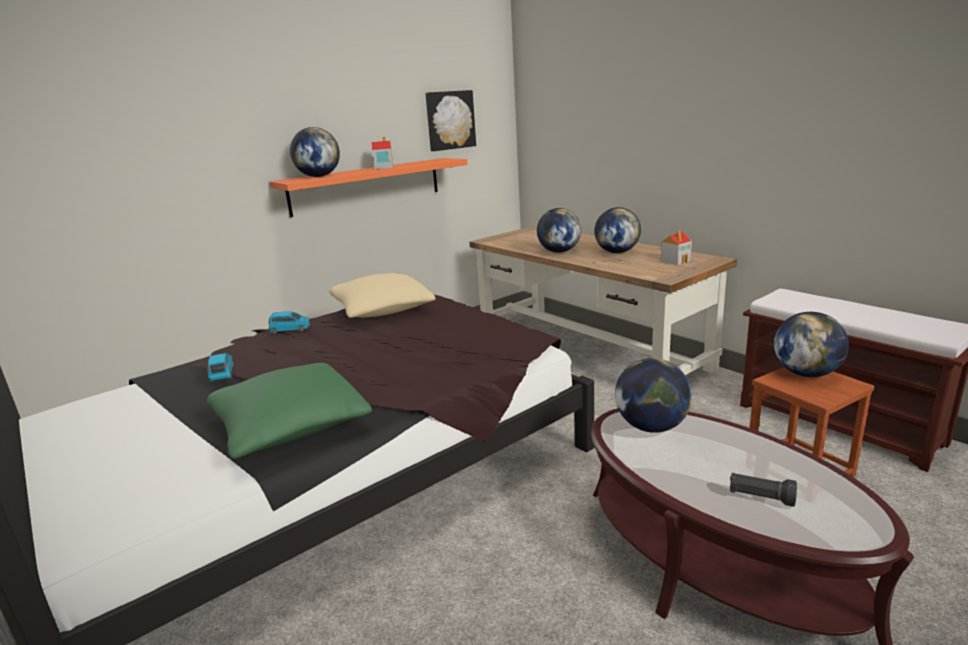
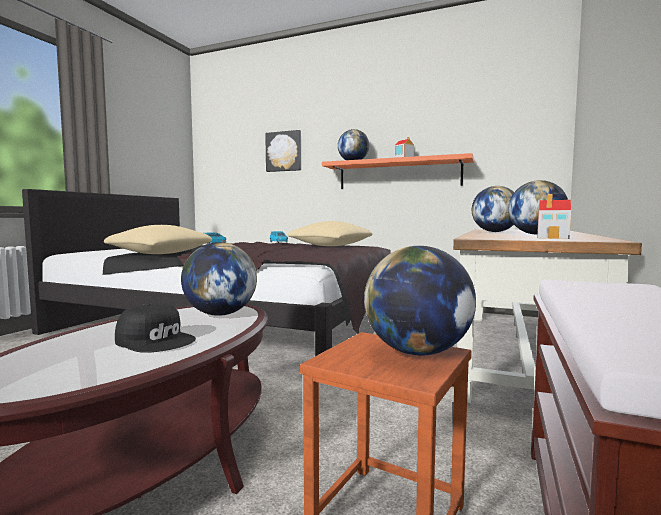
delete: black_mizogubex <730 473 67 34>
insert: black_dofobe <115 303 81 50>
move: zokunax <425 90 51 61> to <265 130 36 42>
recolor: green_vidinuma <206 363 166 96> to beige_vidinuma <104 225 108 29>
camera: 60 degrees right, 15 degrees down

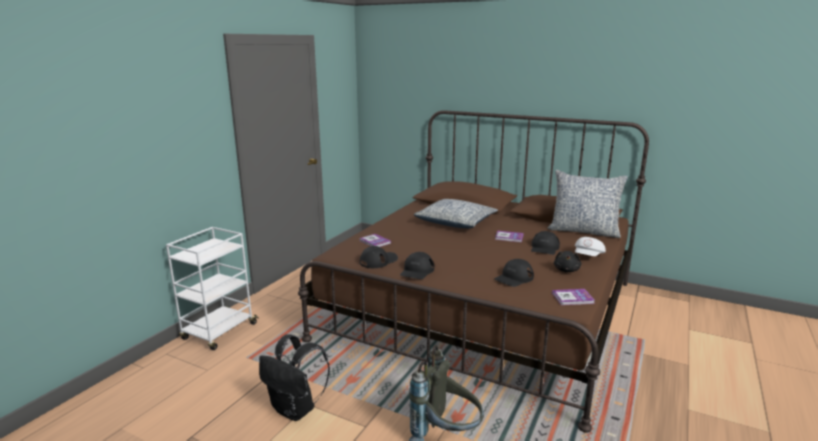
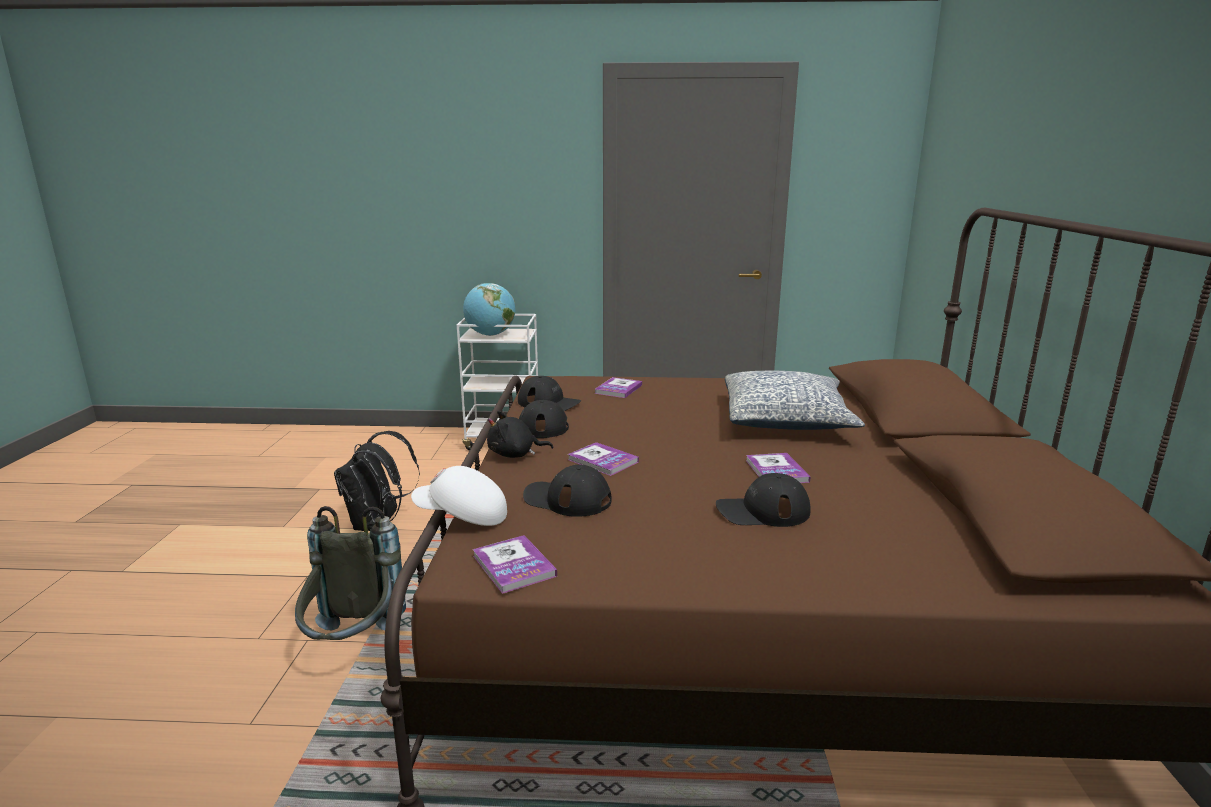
delete: vidinuma <547 170 81 68>
insert: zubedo <463 283 52 53>; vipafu <568 442 71 34>
move: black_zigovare <554 251 27 21> to <487 411 67 47>; white_dofobe <575 237 31 19> to <411 466 96 60>
camera: 65 degrees right, 0 degrees up

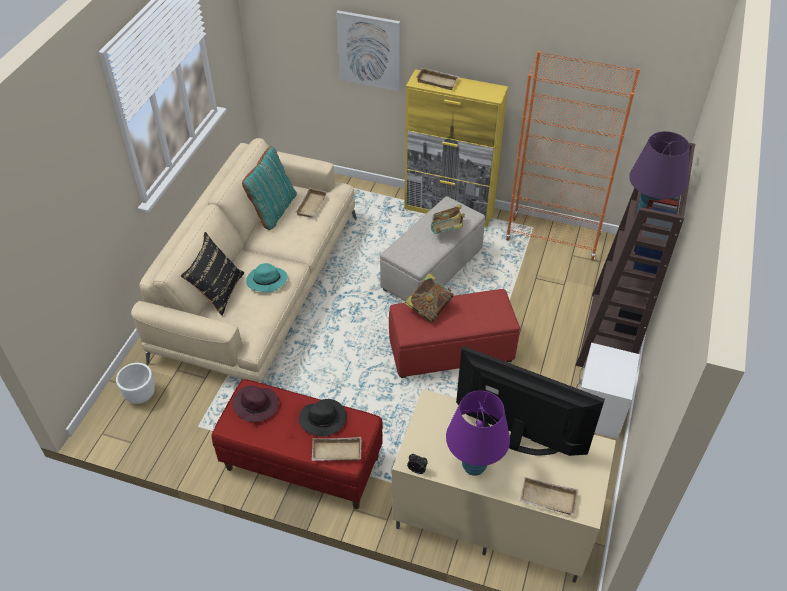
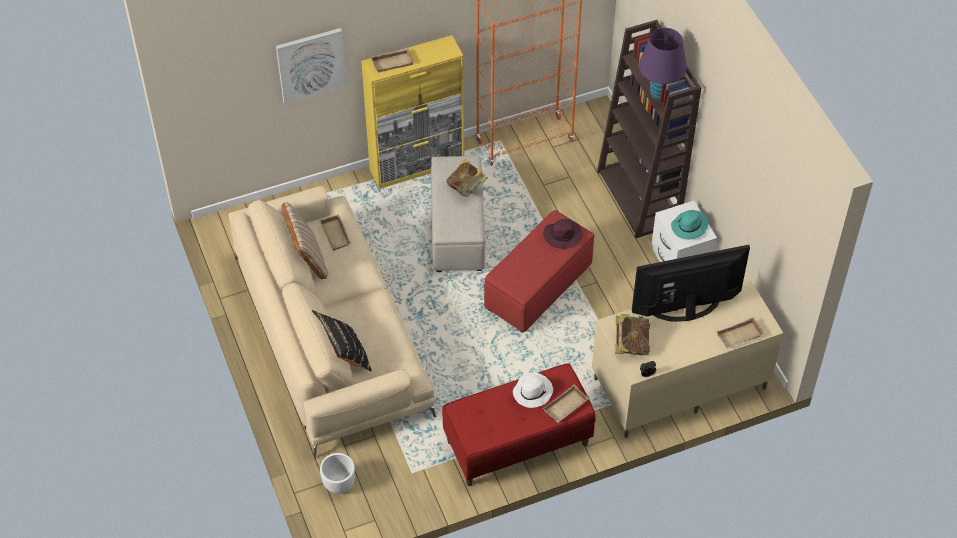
delete: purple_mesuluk <446 390 64 86>
move: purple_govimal <233 386 46 36> to <543 219 39 30>; turquoise_govimal <246 263 42 29> to <671 210 38 29>; vipafu <405 273 48 50> to <615 314 35 41>
recolor: turquoise_vidinuma <242 146 55 84> to beige_vidinuma <282 202 46 77>; black_govimal <299 399 48 38> to white_govimal <513 373 40 35>
camera: 40 degrees left, 5 degrees up

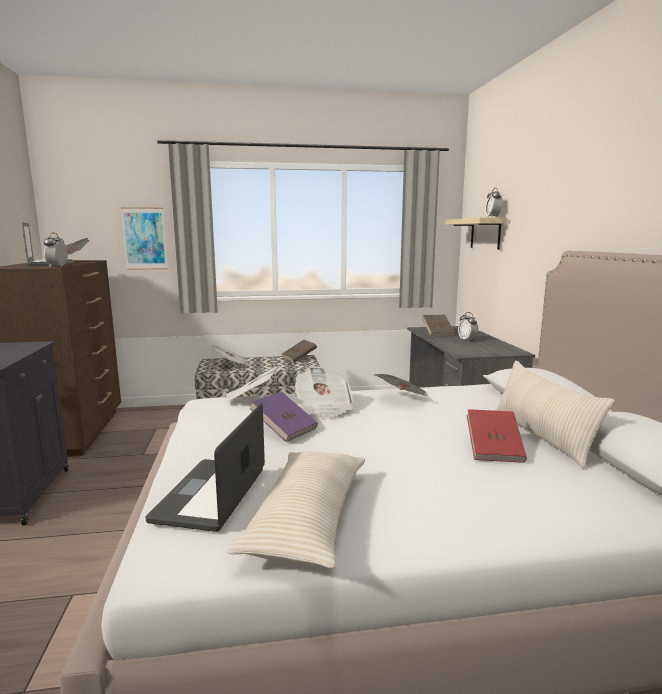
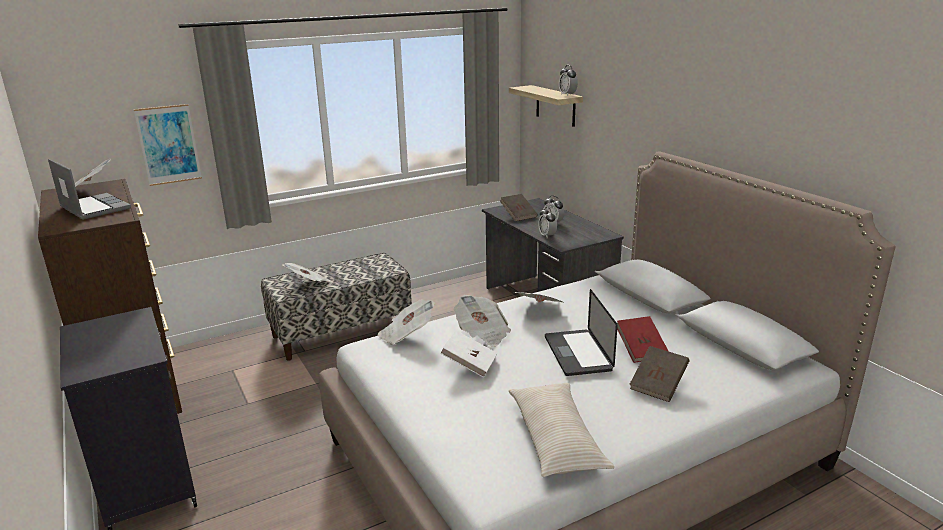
delete: beige_vidinuma <495 361 120 108>
move: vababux <44 233 24 34> to <538 207 19 30>; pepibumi <146 404 119 128> to <545 289 73 87>; brown_vipafu <282 340 35 23> to <630 346 60 56>
recolor: purple_vipafu <250 392 68 50> to white_vipafu <440 330 57 48>
camera: 20 degrees left, 10 degrees up

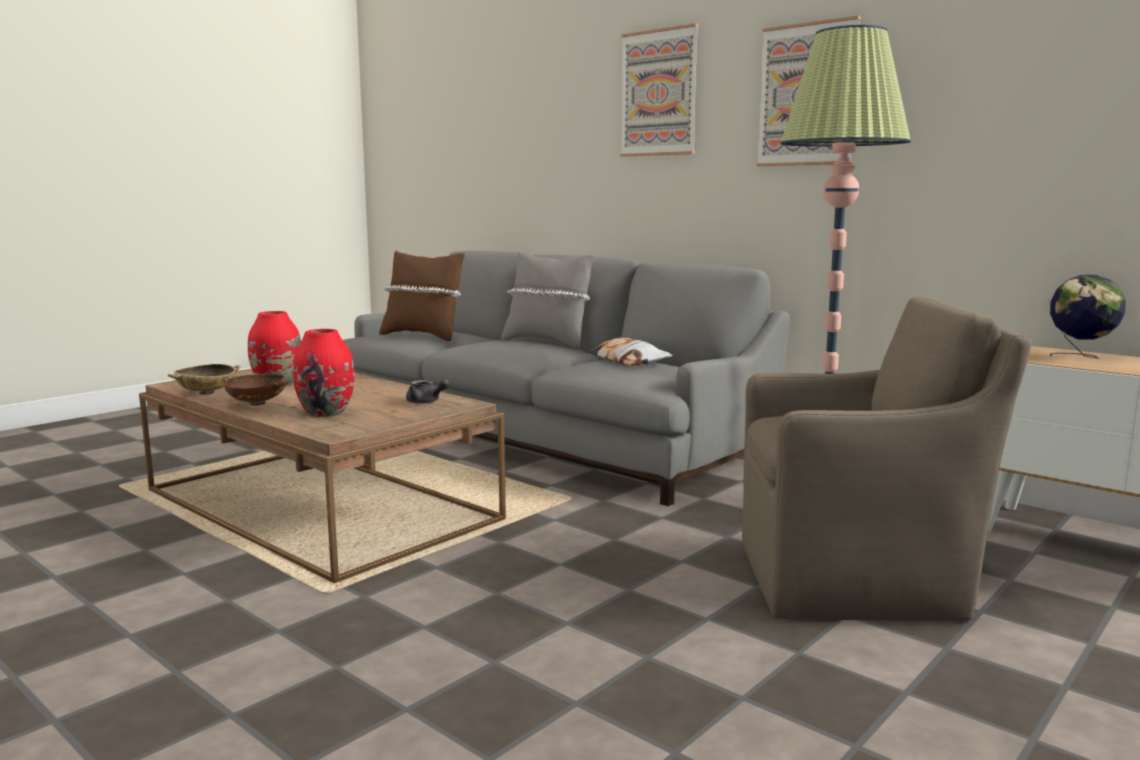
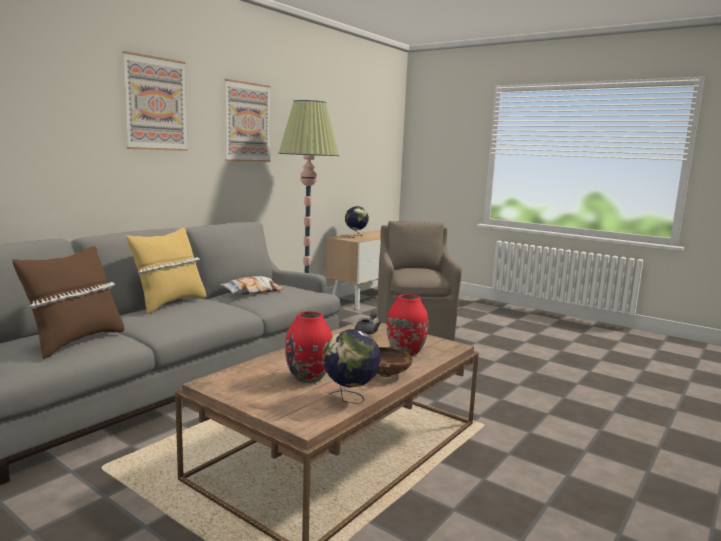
replace: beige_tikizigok <168 364 72 31> to zubedo <323 329 58 75>
recolor: grey_vidinuma <501 251 94 98> to yellow_vidinuma <126 228 80 86>
camera: 95 degrees left, 0 degrees up

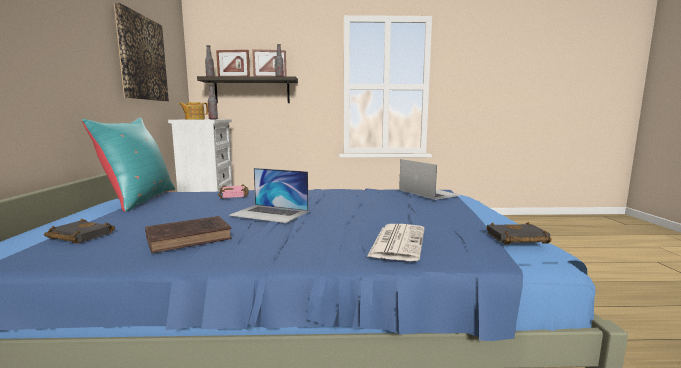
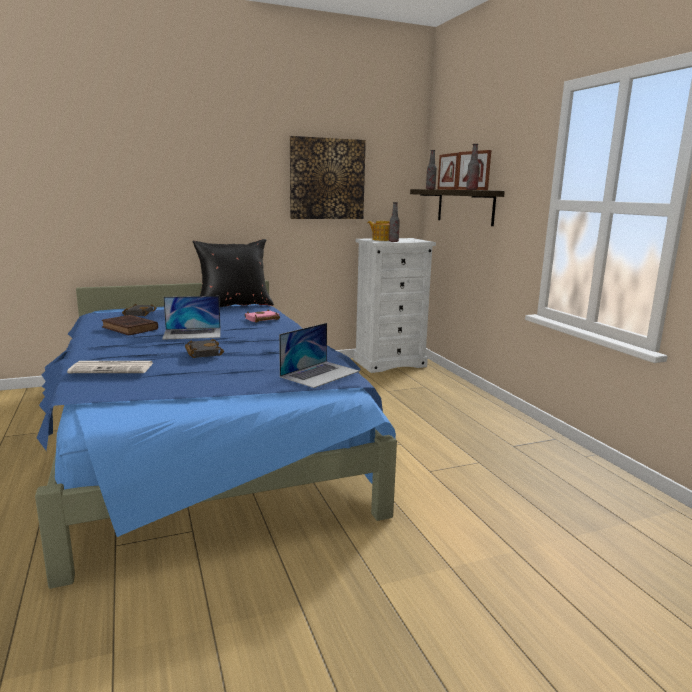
move: black_vipafu <487 222 65 22> to <185 339 39 19>
recolor: turquoise_vidinuma <82 118 93 94> to black_vidinuma <192 239 82 68>
rotate: pepibumi <229 168 80 55> = <162 296 59 44> 105 degrees counterclockwise
camera: 70 degrees right, 5 degrees up

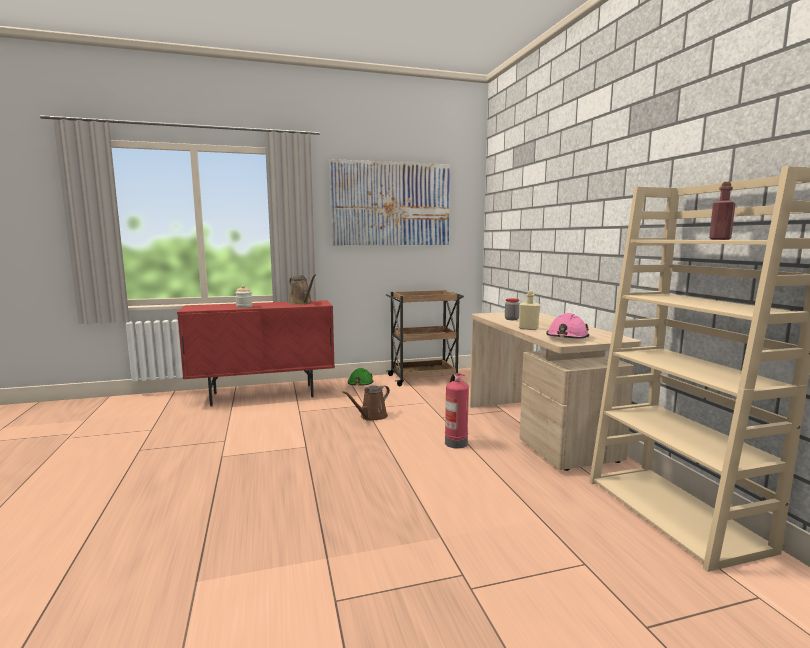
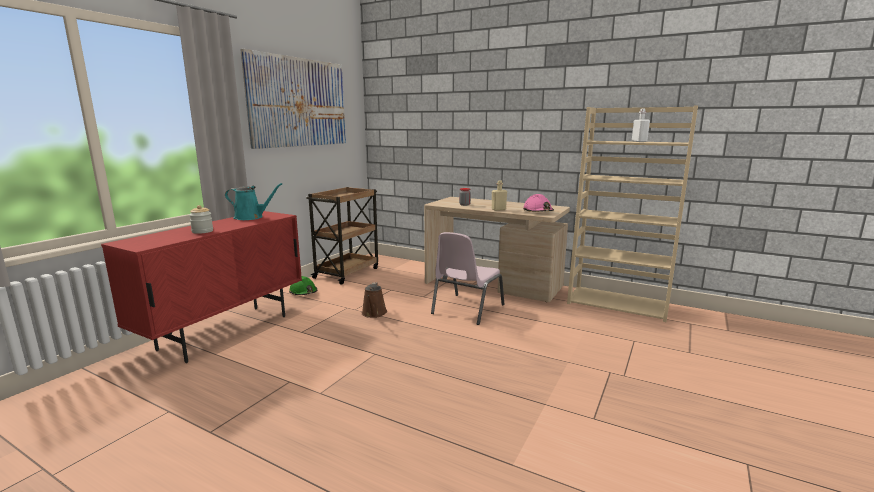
replace: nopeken <445 373 24 76> to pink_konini <431 232 73 93>
recolor: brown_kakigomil <288 274 28 31> to turquoise_kakigomil <225 183 57 37>; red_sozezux <709 182 26 58> to white_sozezux <632 108 18 34>
camera: 45 degrees left, 5 degrees up

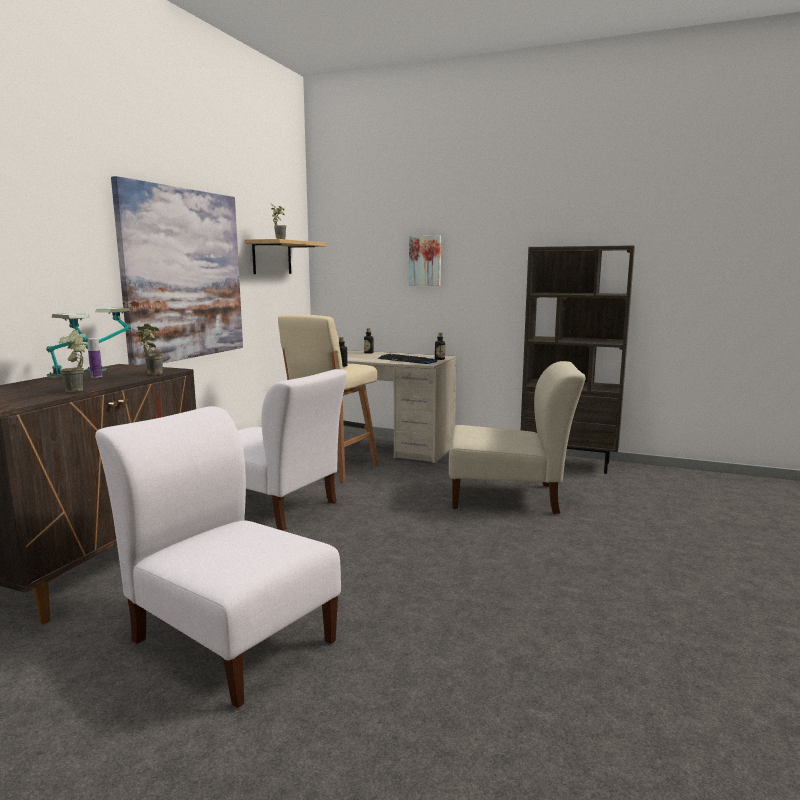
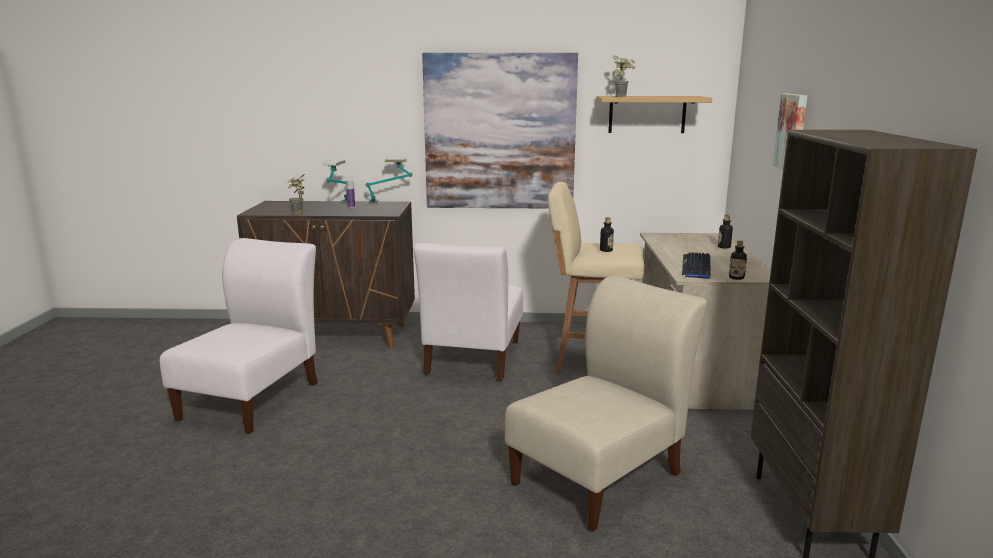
delete: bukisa <136 324 28 51>
rotate: beige_konini <449 361 137 153> = <505 275 202 257> 120 degrees counterclockwise
camera: 70 degrees right, 5 degrees up

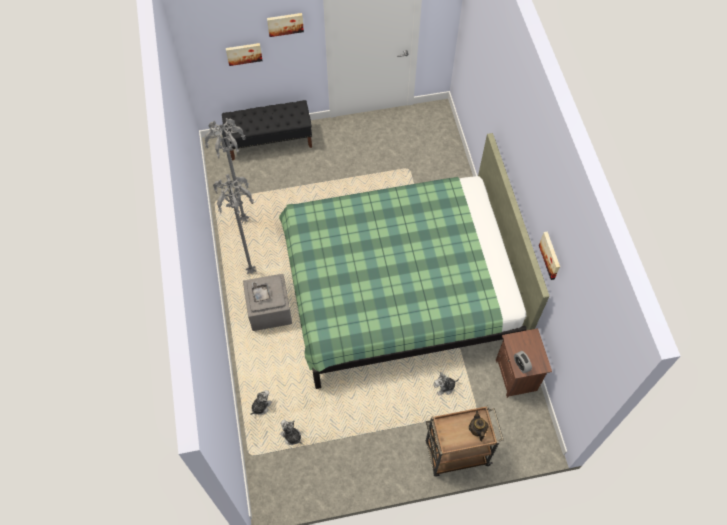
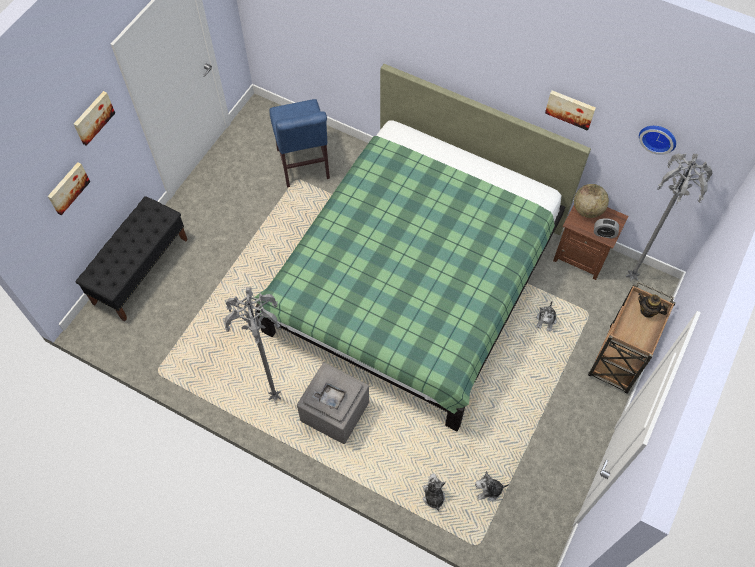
insert: blue_konini <269 99 61 89>; zubedo <574 184 35 34>; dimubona <639 126 37 29>
move: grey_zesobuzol <204 118 45 105> to <626 153 87 128>
camera: 50 degrees left, 0 degrees up

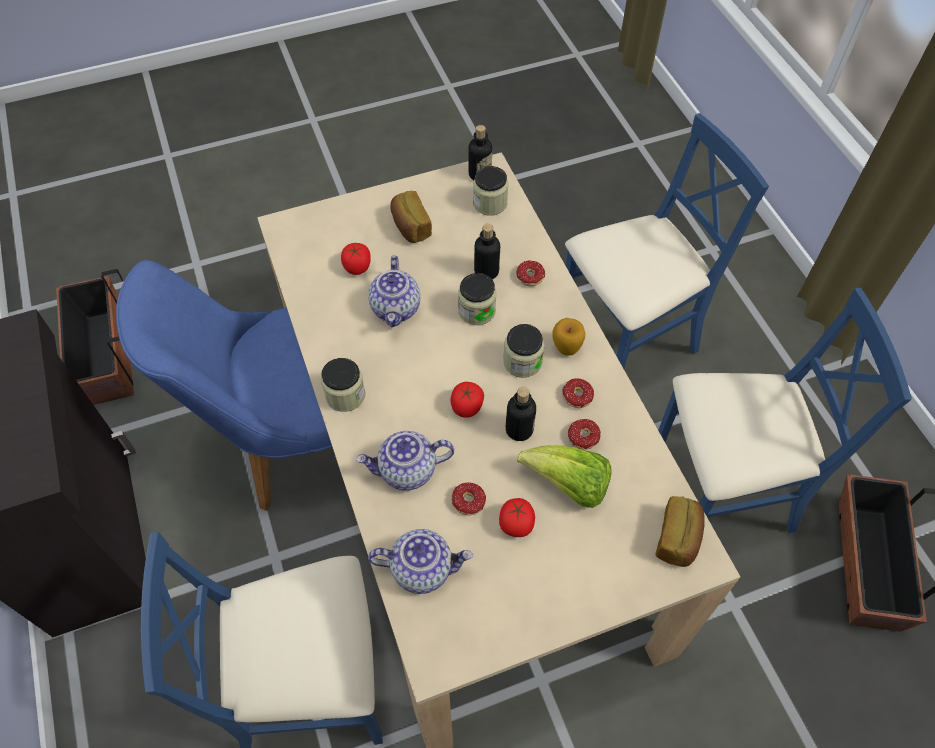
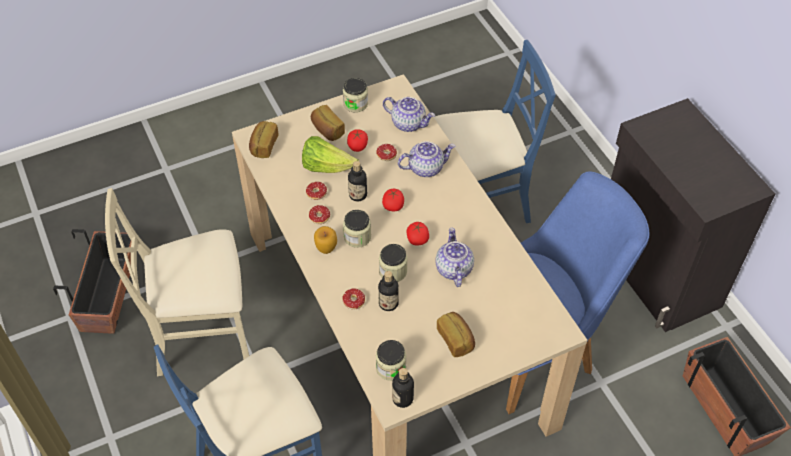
insert: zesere <311 105 34 36>
move: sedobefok <321 358 44 54> to <343 78 25 35>; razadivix <341 243 30 32> to <406 222 23 24>
recolor: blue_konini <658 288 254 245> to beige_konini <105 188 144 188>
rotate: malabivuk <368 529 105 65> = <383 97 52 35> 150 degrees counterclockwise
camera: 175 degrees right, 5 degrees down

